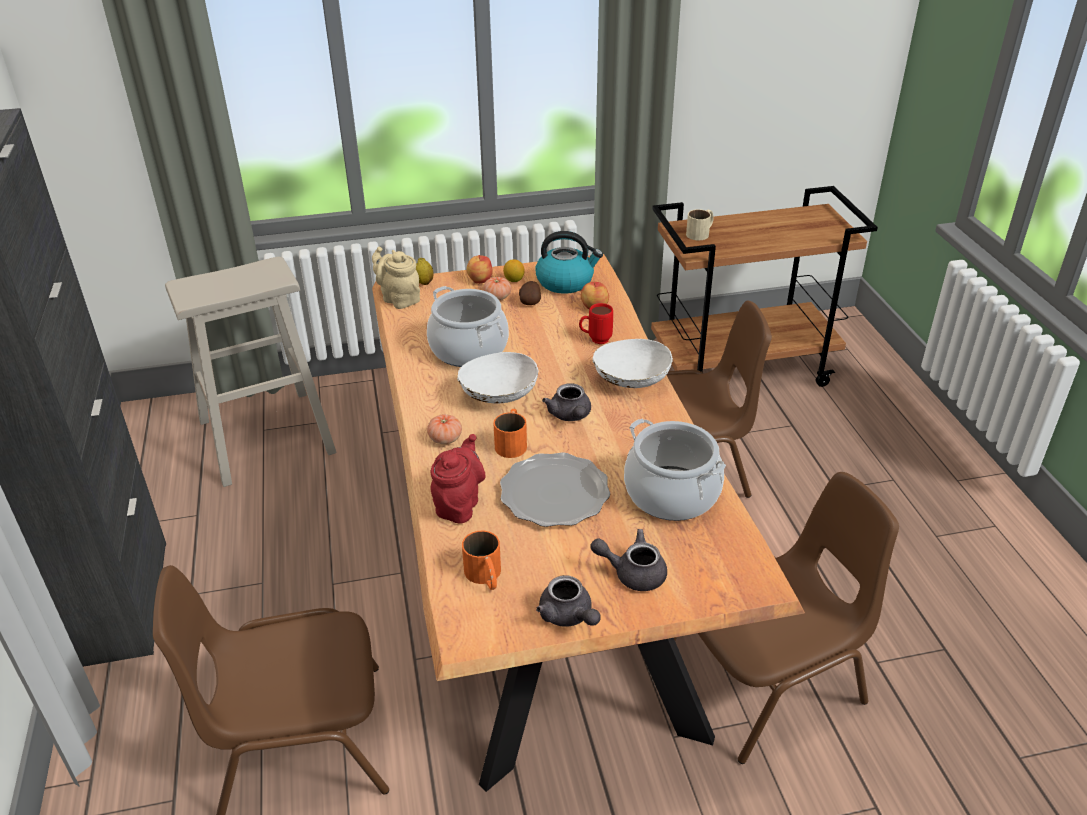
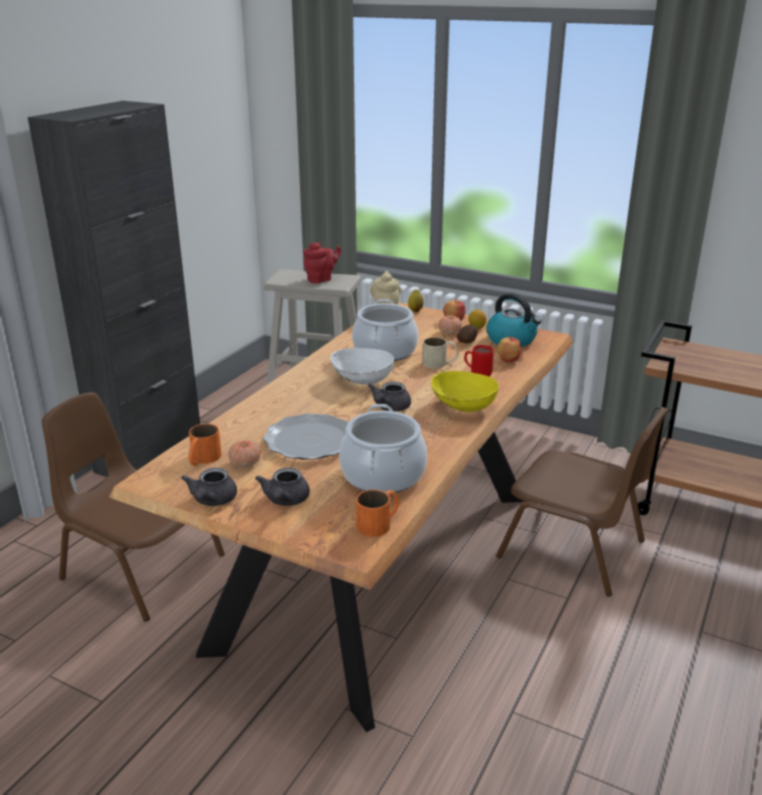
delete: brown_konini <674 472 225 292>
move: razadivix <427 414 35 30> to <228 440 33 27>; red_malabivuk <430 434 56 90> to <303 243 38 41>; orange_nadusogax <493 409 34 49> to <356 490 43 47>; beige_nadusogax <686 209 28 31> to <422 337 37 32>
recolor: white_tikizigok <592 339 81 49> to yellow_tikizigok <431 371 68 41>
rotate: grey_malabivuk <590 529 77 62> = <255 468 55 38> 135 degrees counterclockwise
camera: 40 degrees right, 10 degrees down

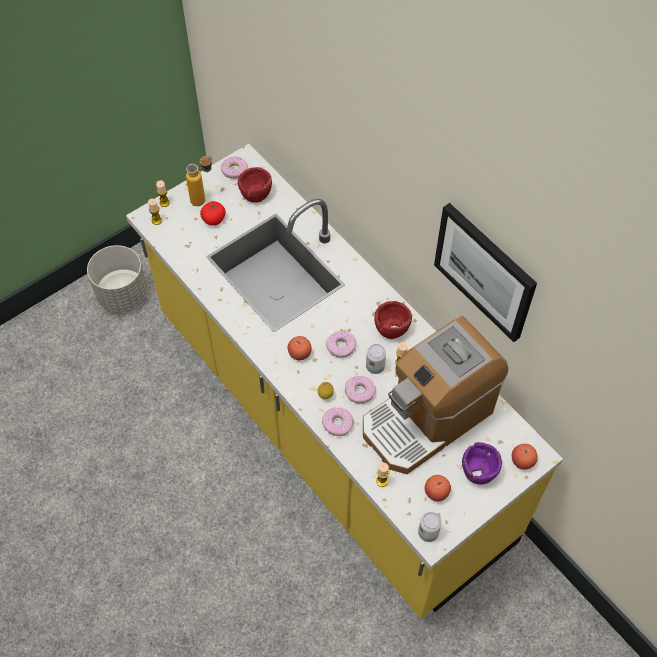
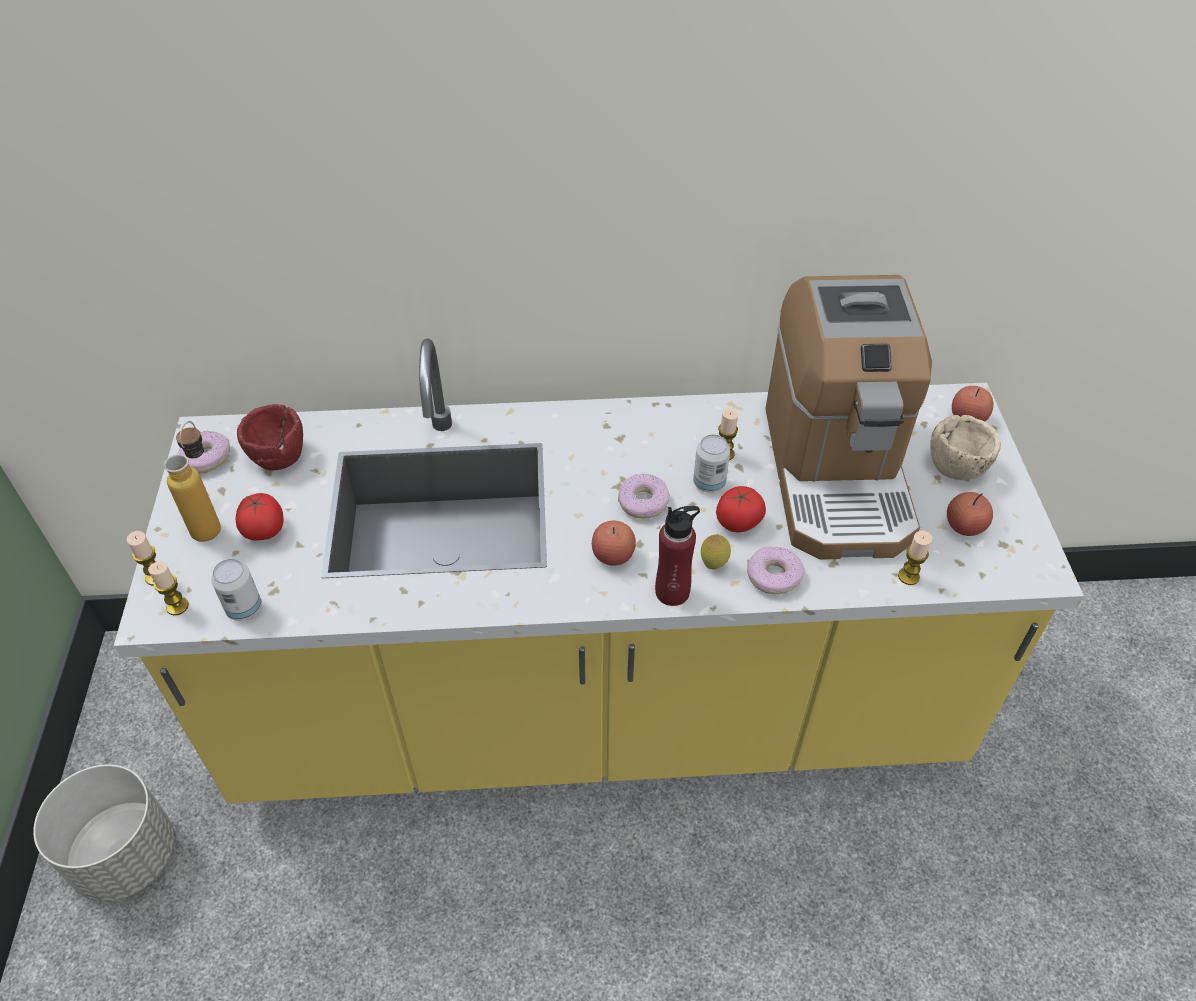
delete: red_tikizigok <374 301 38 38>; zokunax <434 203 103 139>
insert: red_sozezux <655 506 45 100>
move: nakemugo <418 512 24 30> to <211 559 51 62>
replace: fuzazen <345 376 31 28> to razadivix <716 486 50 46>
recolor: purple_tikizigok <462 442 40 43> to beige_tikizigok <930 415 71 65>
camera: 55 degrees left, 10 degrees down

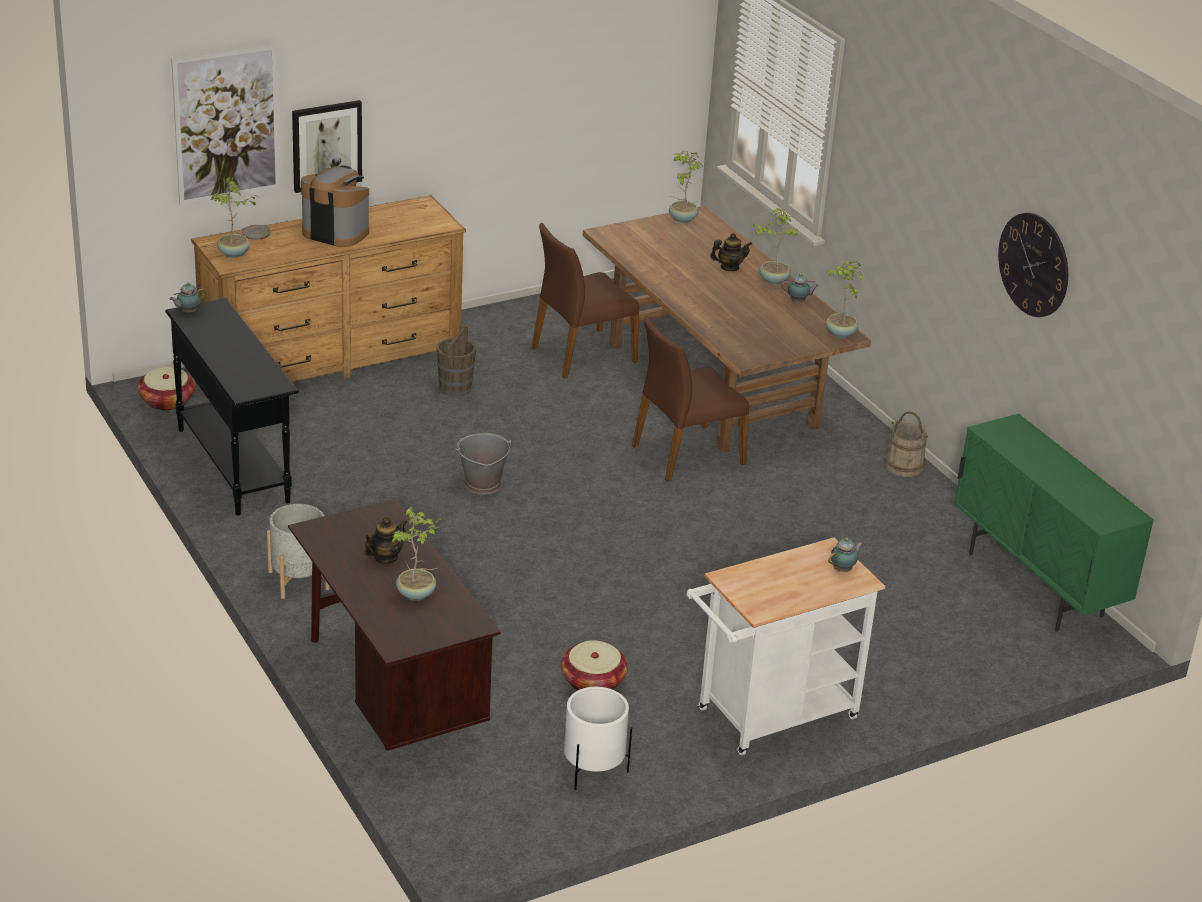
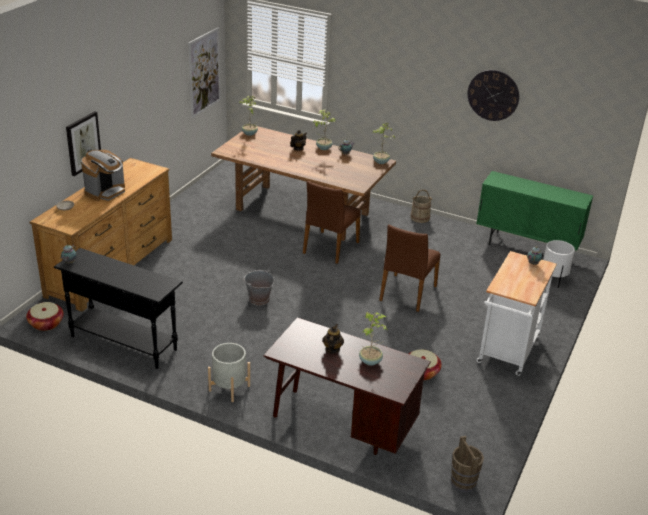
delete: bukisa <211 177 47 81>
move: zokunax <171 44 109 161> to <188 27 33 91>; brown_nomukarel <437 324 39 72> to <451 436 33 56>; brown_konini <532 223 107 156> to <379 224 61 88>; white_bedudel <564 687 68 103> to <542 240 33 48>
rotate: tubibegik <301 165 68 82> = <81 150 44 51> 135 degrees clockwise
camera: 35 degrees left, 0 degrees up

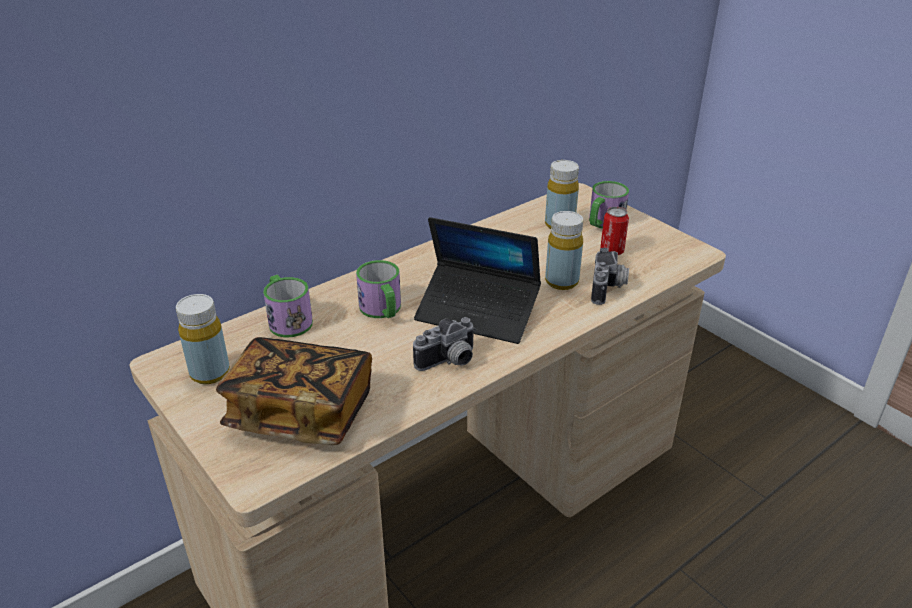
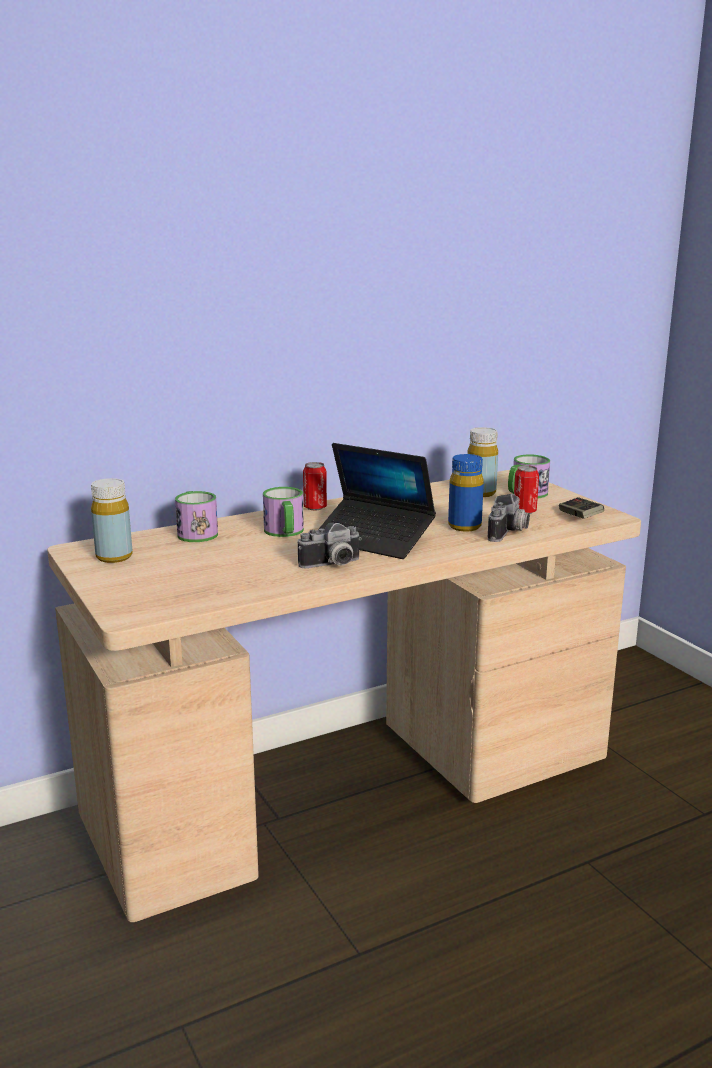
delete: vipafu <216 337 156 108>
insert: nakemugo <303 462 24 48>; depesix <559 497 45 22>
recolor: yellow_sozezux <545 211 38 79> to blue_sozezux <448 454 36 78>
camera: 10 degrees right, 15 degrees down

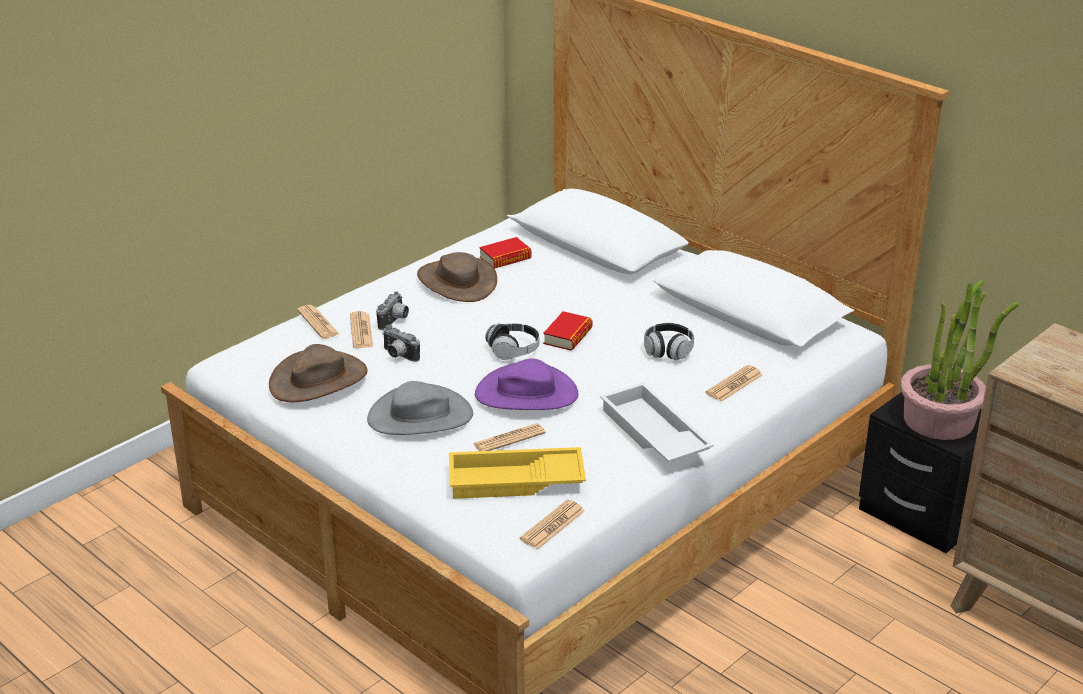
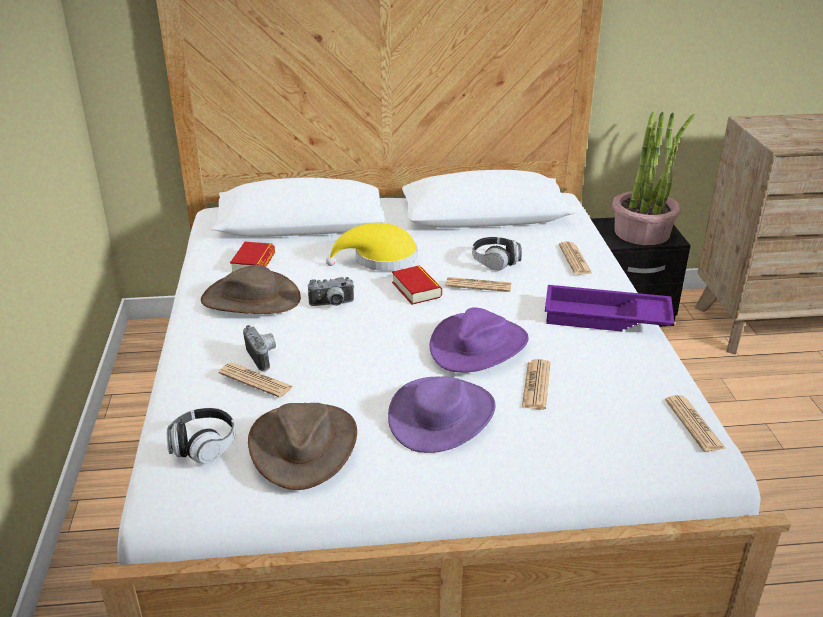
delete: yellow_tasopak <449 447 137 52>
insert: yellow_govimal <326 223 92 48>
move: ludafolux <297 305 43 34> to <445 277 66 15>; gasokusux <382 324 38 38> to <308 277 46 29>; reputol <485 323 55 37> to <166 408 70 55>
recolor: grey_govimal <367 381 106 54> to purple_govimal <388 376 107 77>; white_tasopak <600 382 114 81> to purple_tasopak <545 285 129 47>
camera: 50 degrees left, 0 degrees up

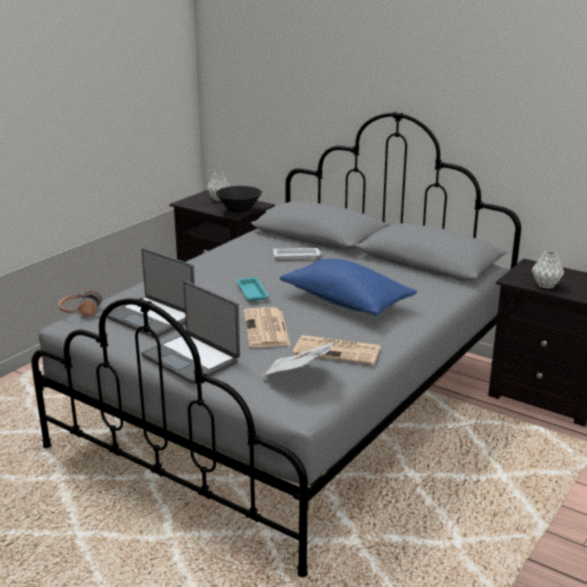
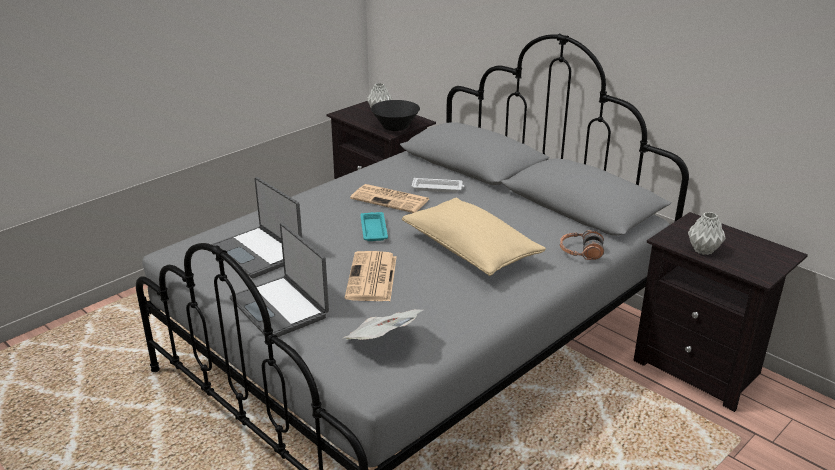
move: reputol <59 291 43 25> to <560 230 44 30>; ludafolux <293 335 88 30> to <350 184 79 29>
recolor: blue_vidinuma <280 259 137 57> to beige_vidinuma <402 198 144 78>
camera: 10 degrees right, 5 degrees up

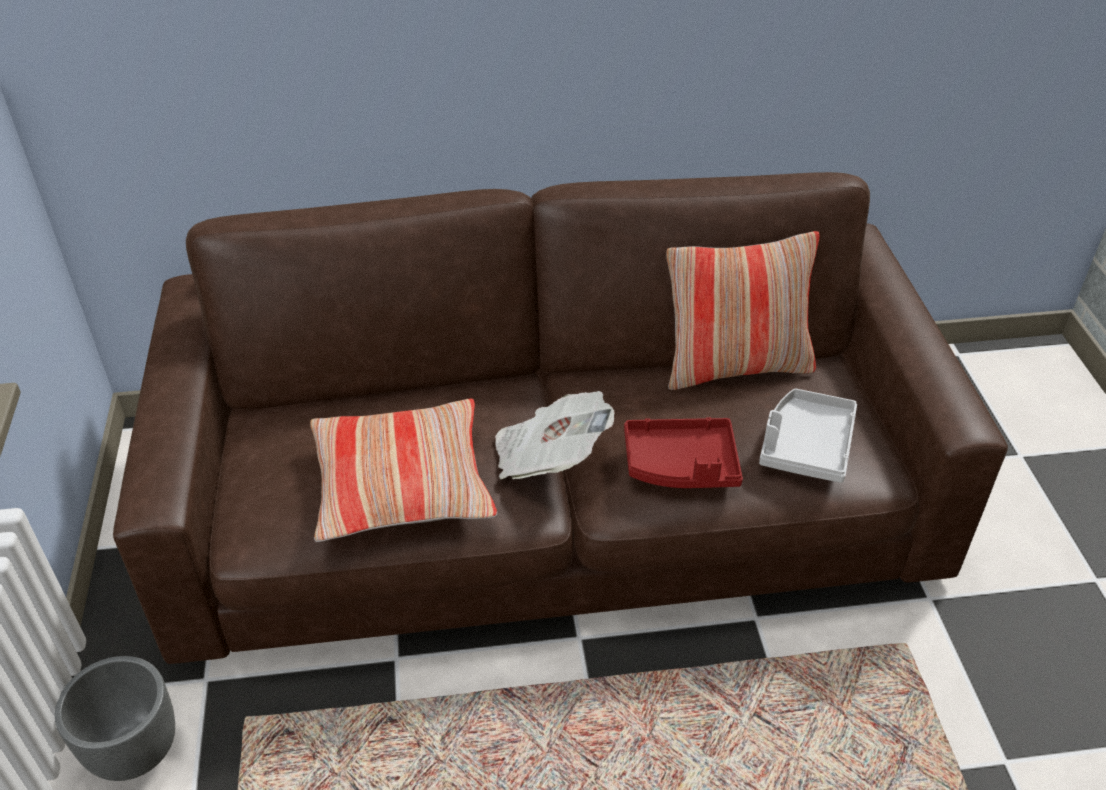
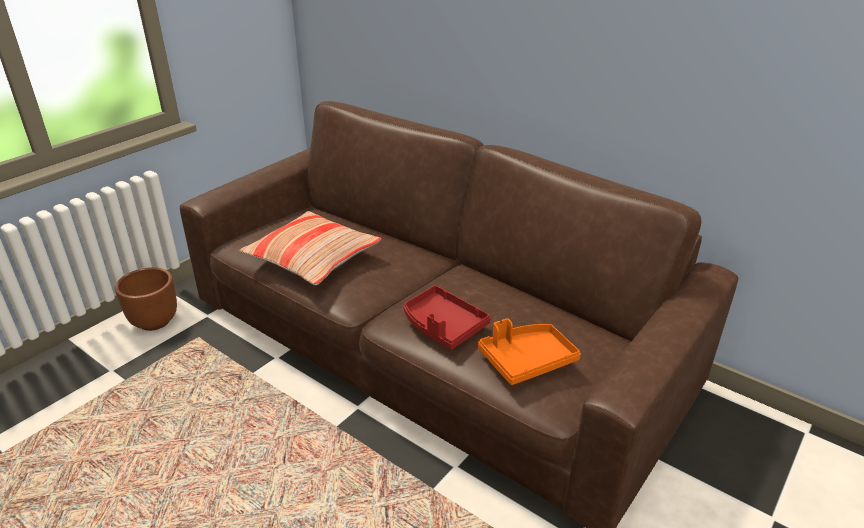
delete: ludafolux <495 391 119 88>; vidinuma <666 231 153 159>
recolor: grey_bedudel <55 656 120 125> to brown_bedudel <115 267 62 64>; grey_tasopak <759 388 98 95> to orange_tasopak <478 318 103 67>
camera: 45 degrees right, 10 degrees down

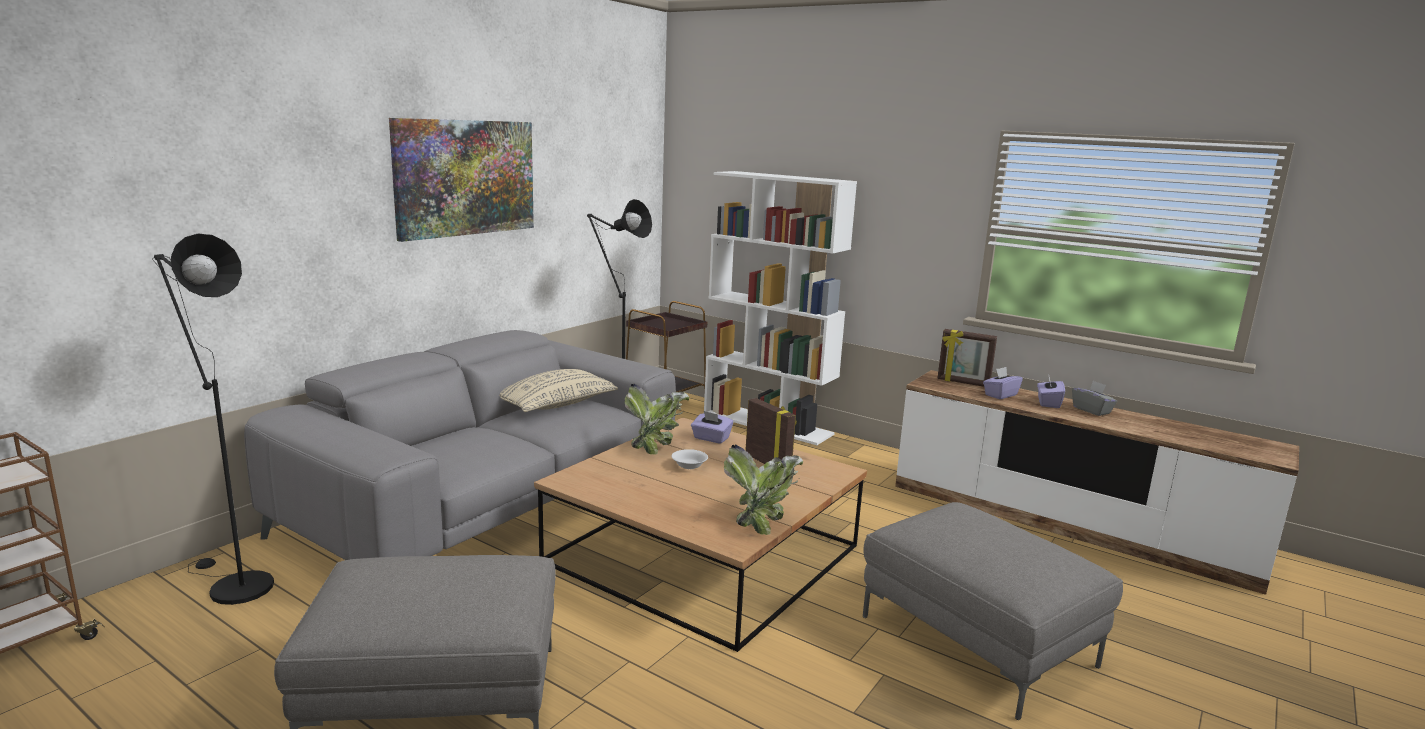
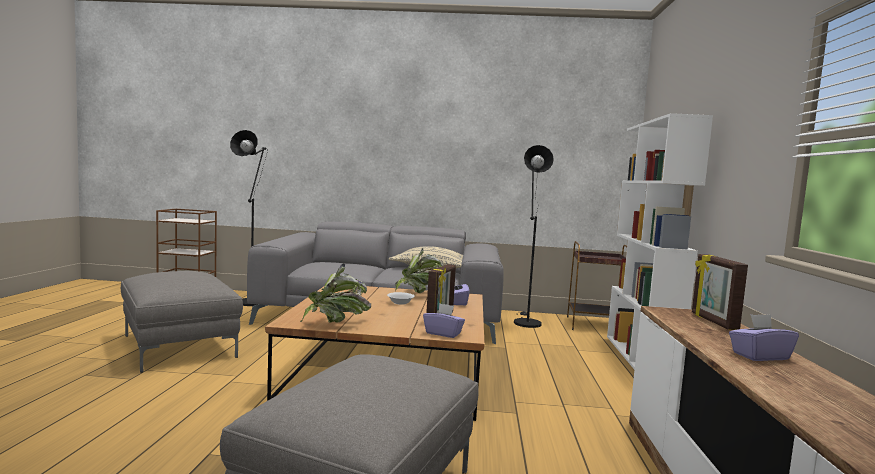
delete: zokunax <389 118 145 124>; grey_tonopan <1072 381 45 35>
move: purple_tonopan <983 367 40 32> to <423 303 42 35>
camera: 60 degrees right, 10 degrees down

